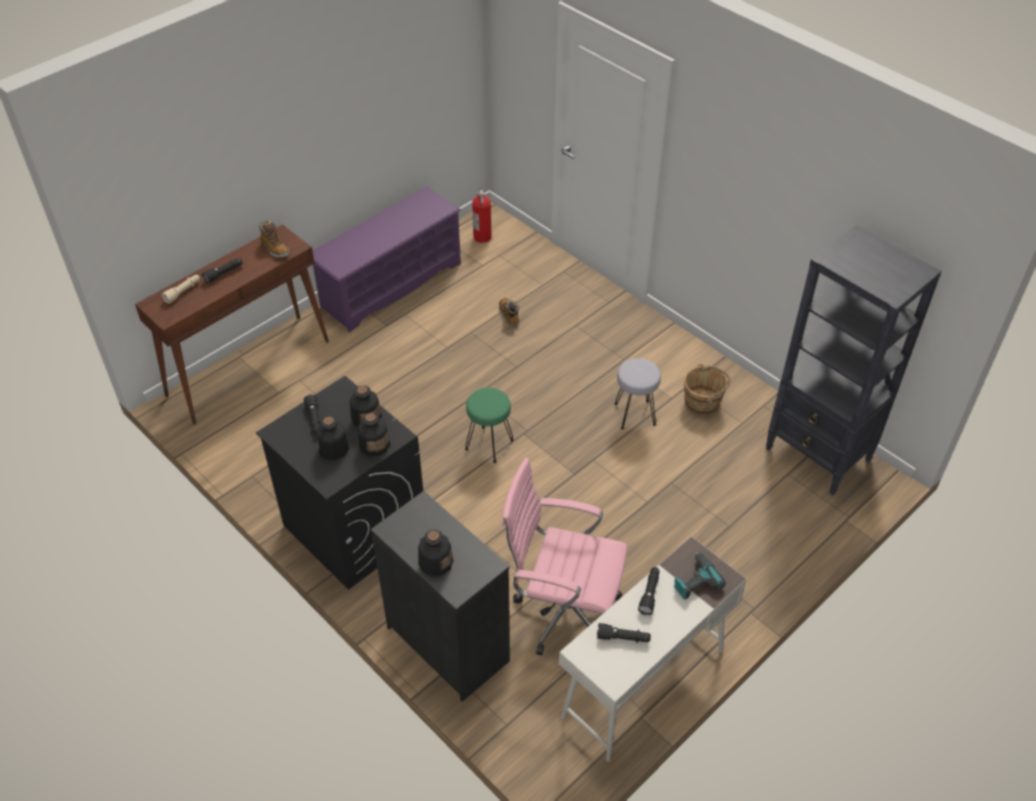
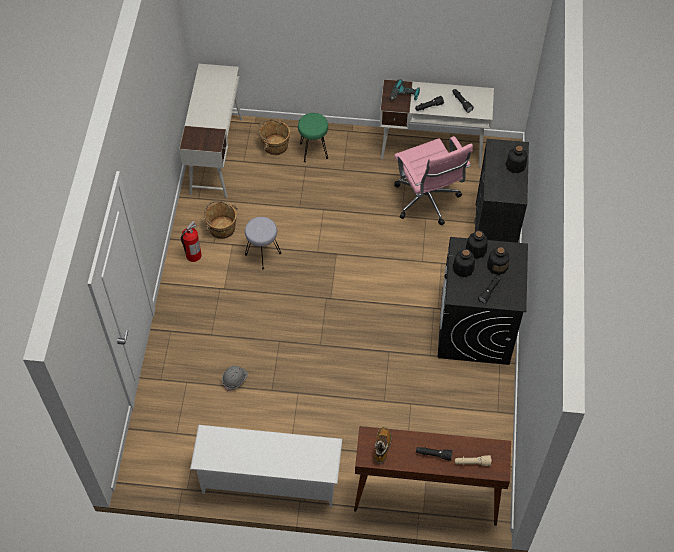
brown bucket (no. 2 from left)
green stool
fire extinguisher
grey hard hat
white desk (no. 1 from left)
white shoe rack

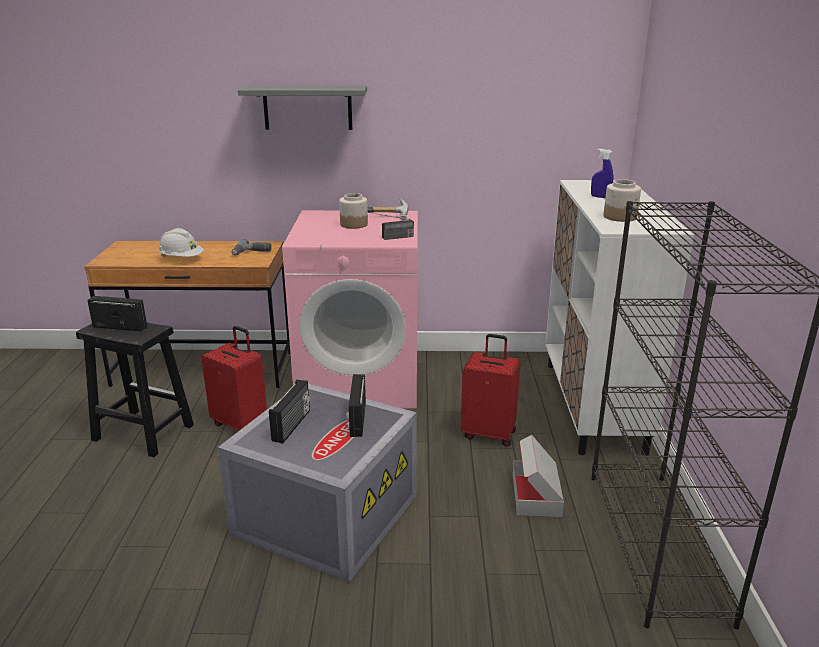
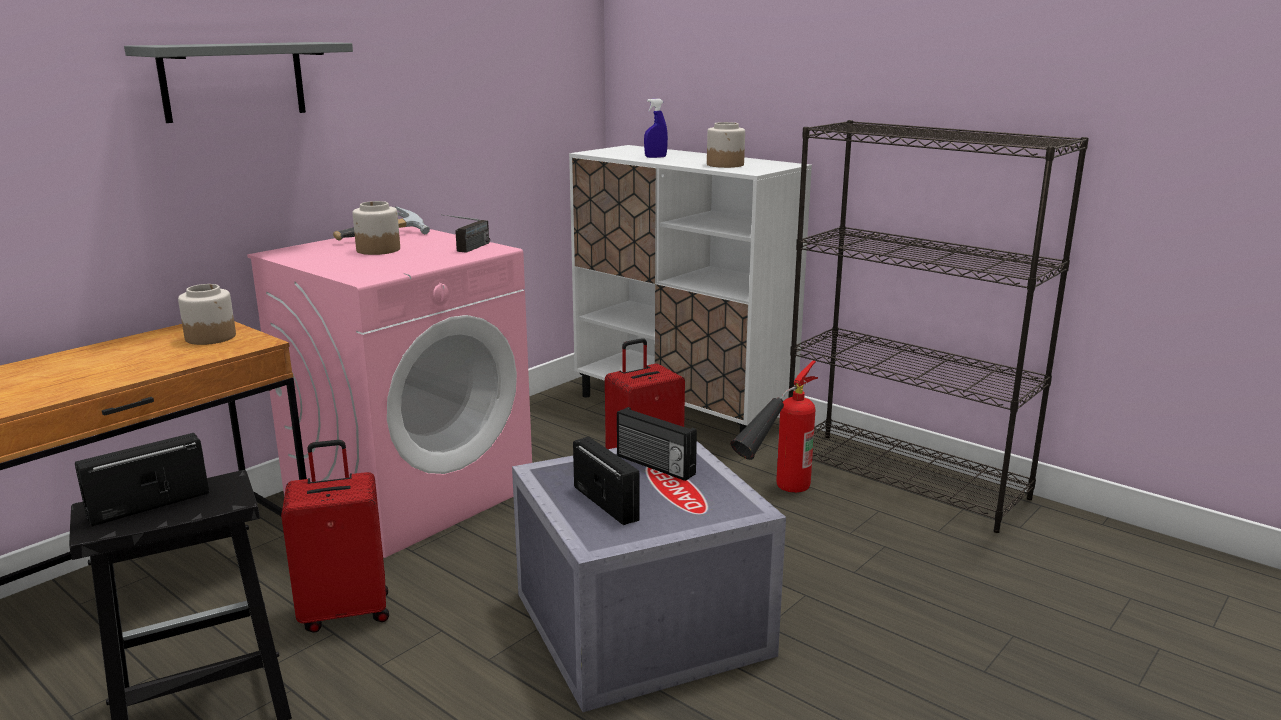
white hard hat
jar (no. 1 from left)
fire extinguisher

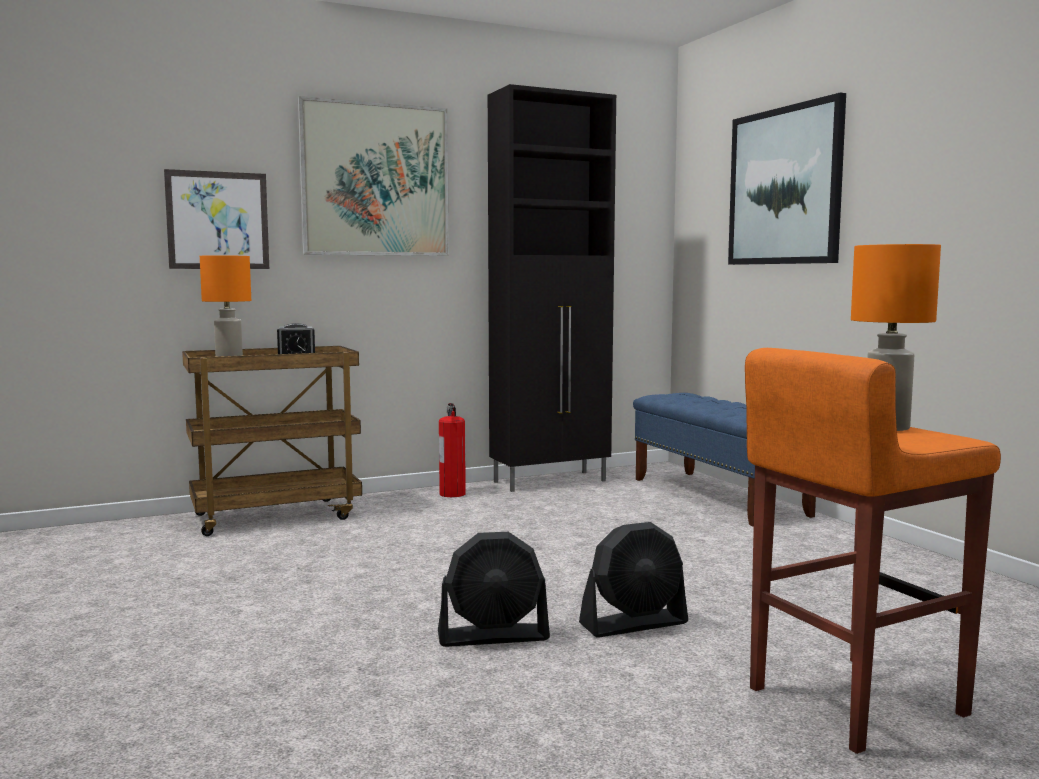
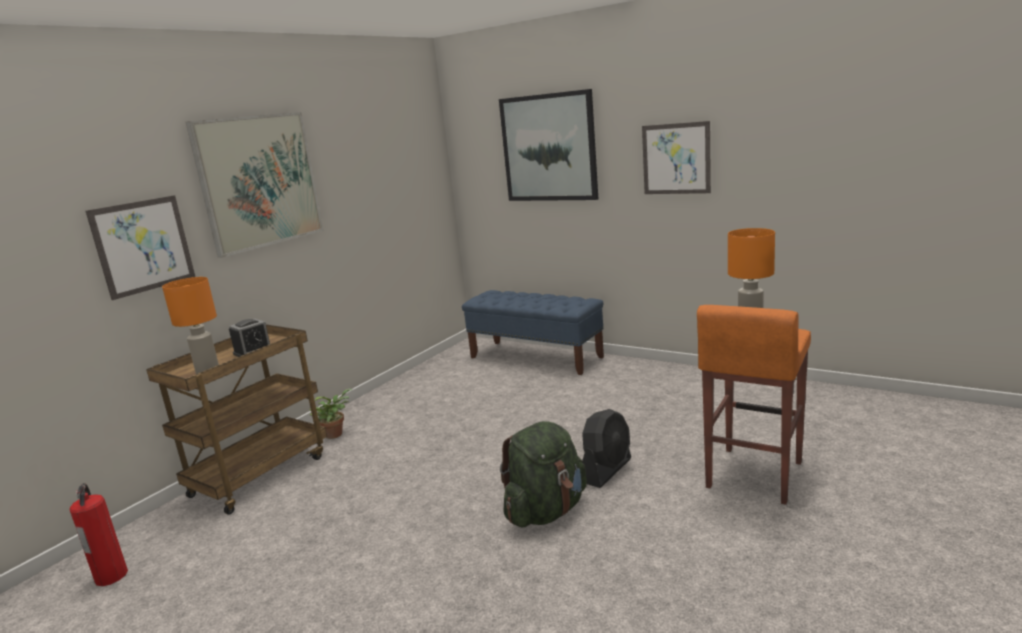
black cabinet
potted plant
picture (no. 4 from left)
fire extinguisher
green backpack

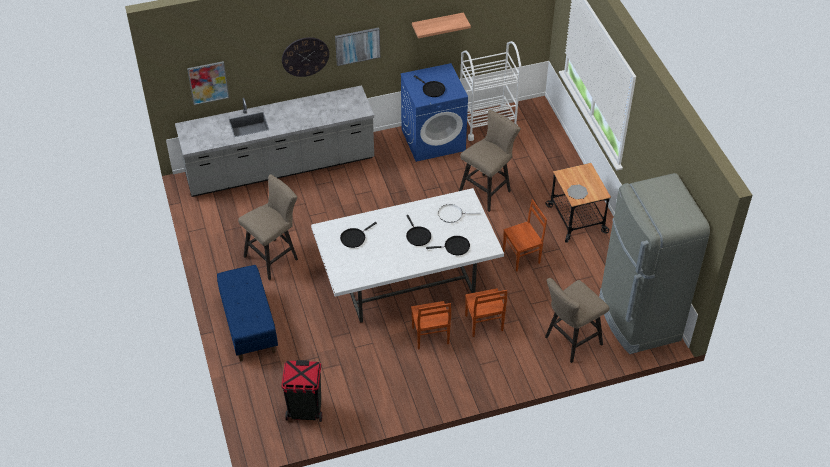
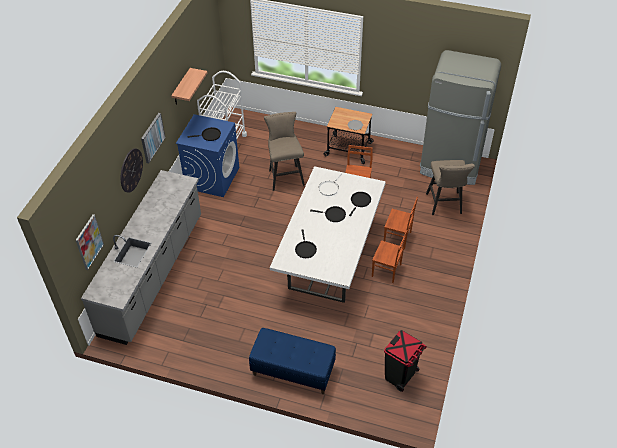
beige stool (no. 1 from left in the first image)

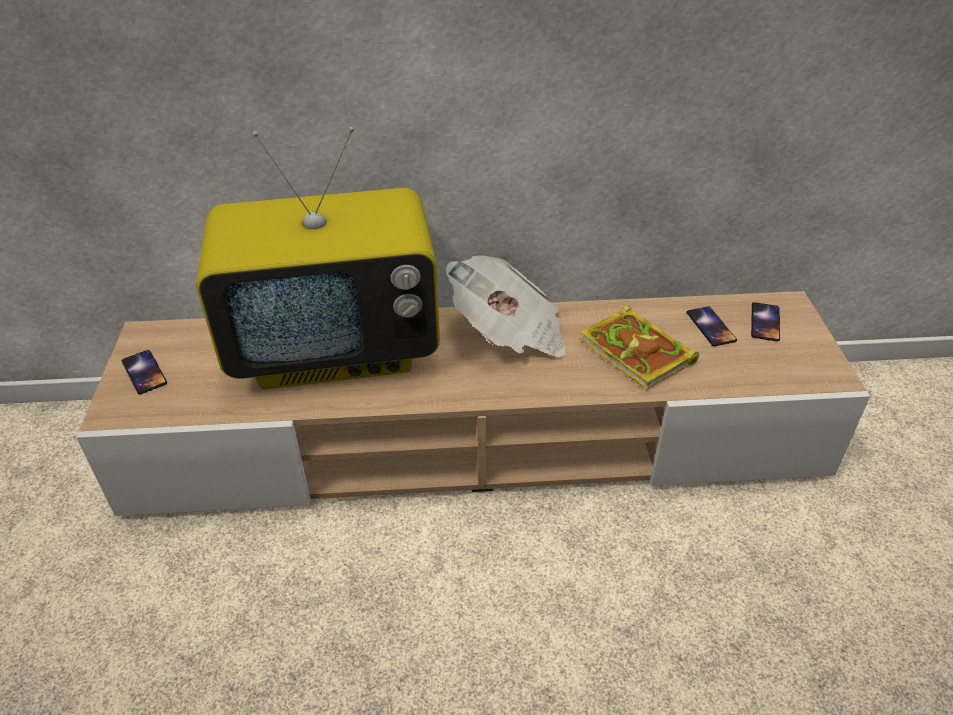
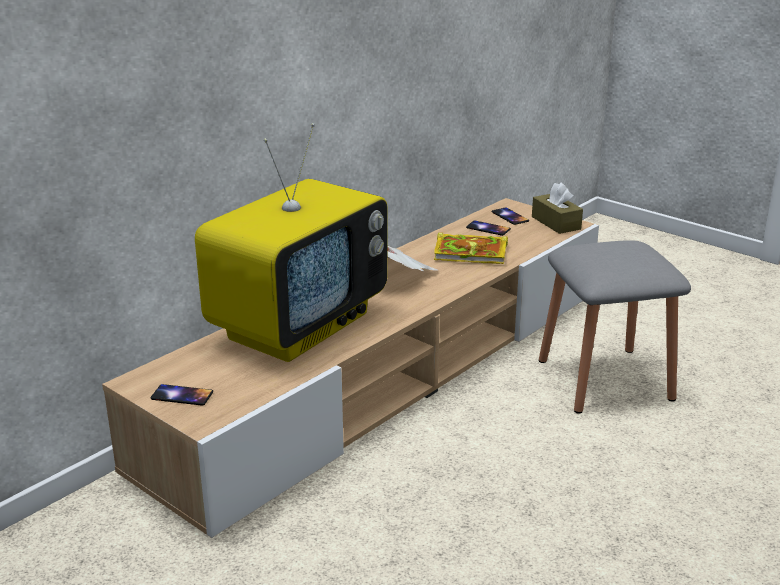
brown tissue box
grey stool

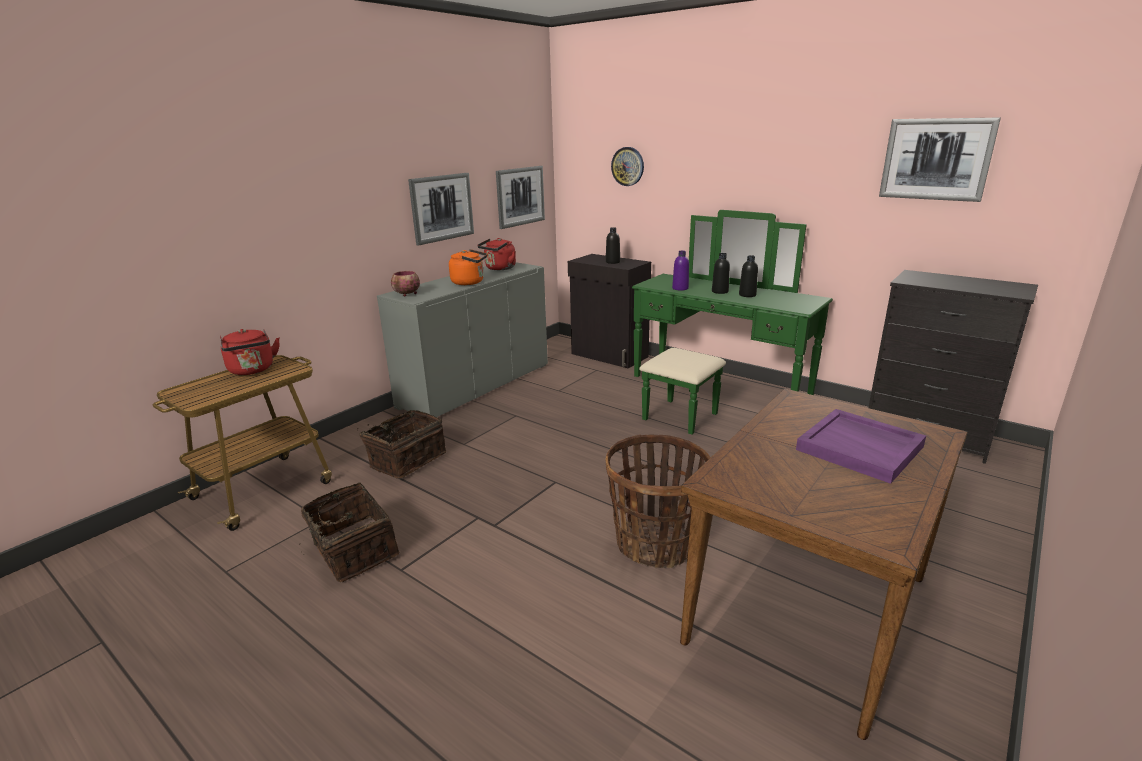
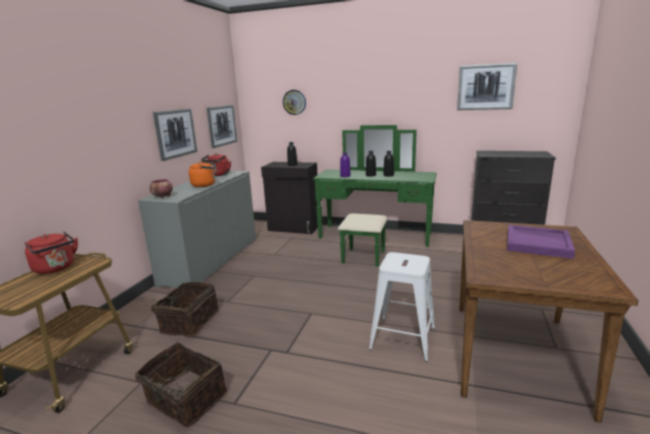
white stool

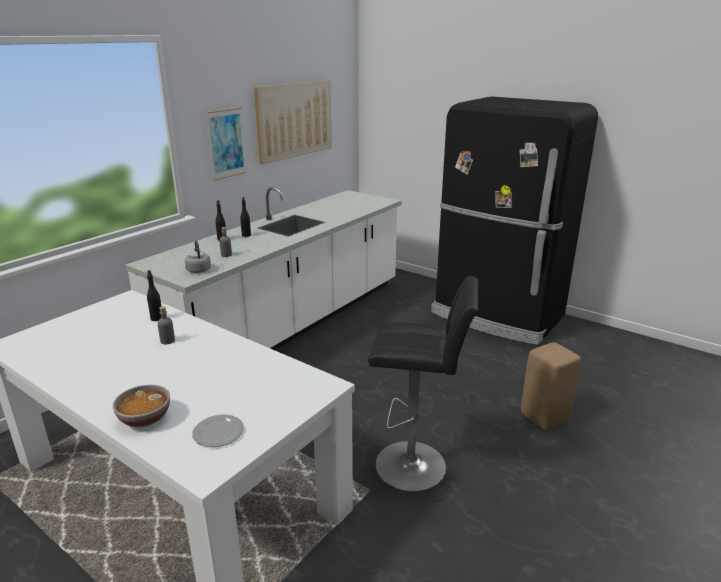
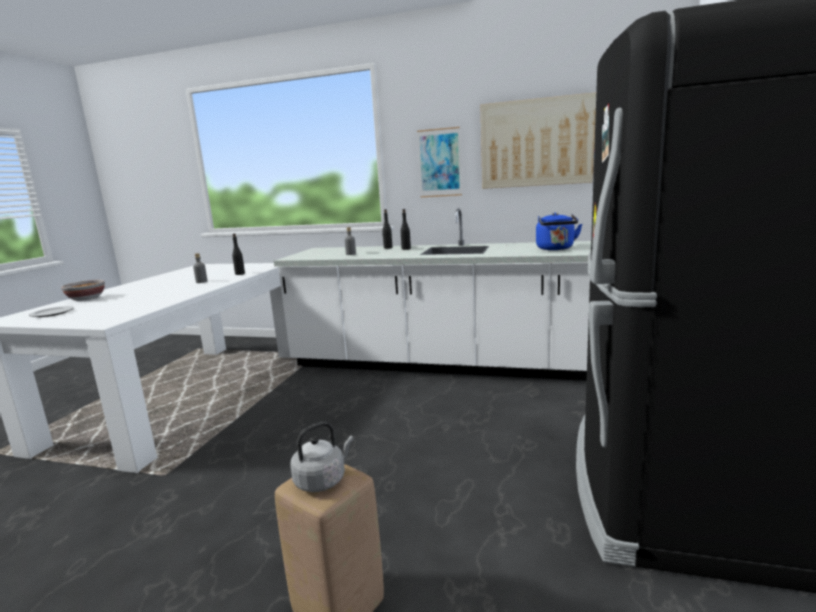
black stool
blue kettle
grey kettle

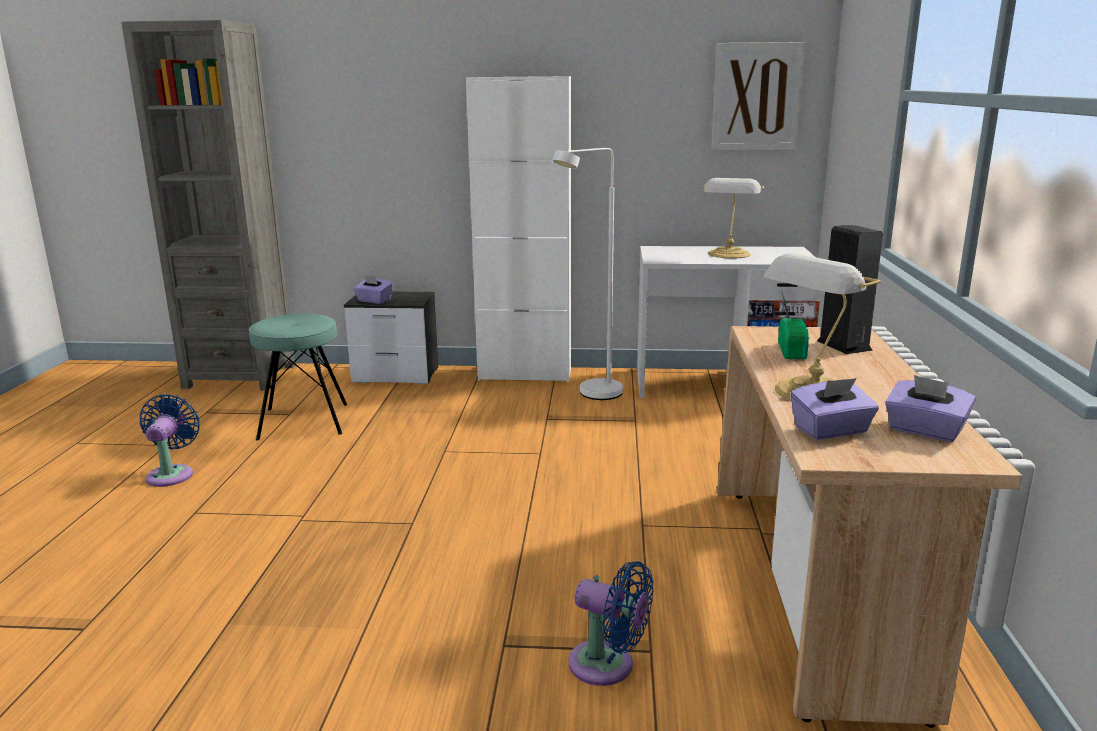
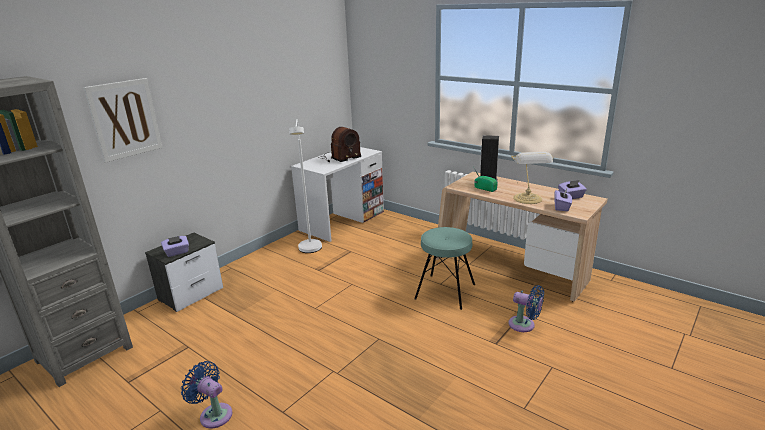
white cabinet
turquoise stool
picture
radio (no. 1 from left)
blue fan (no. 2 from left)

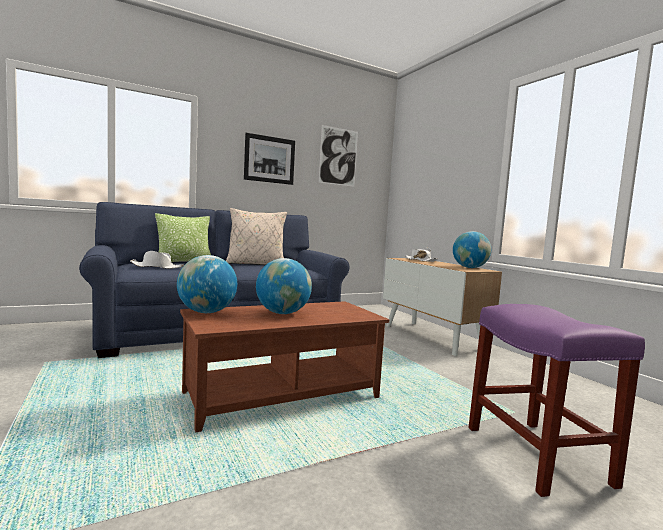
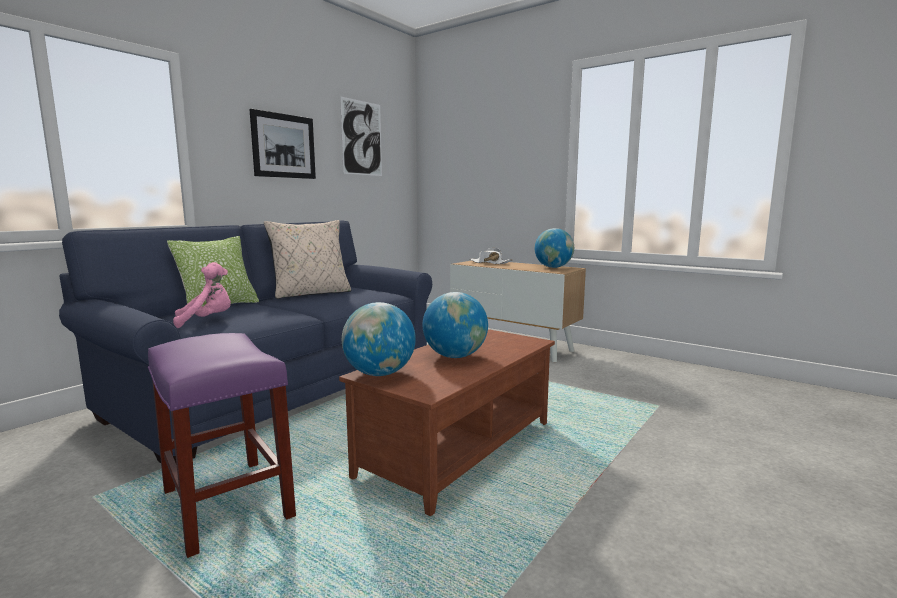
purple stool
pink plush toy

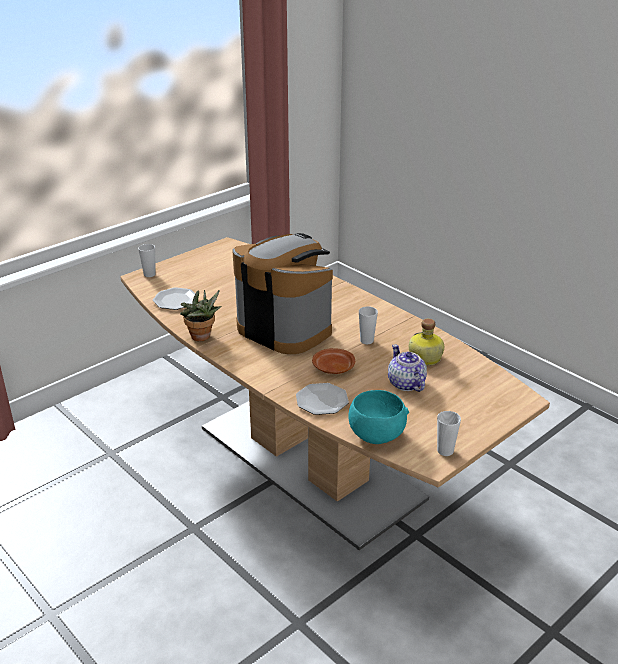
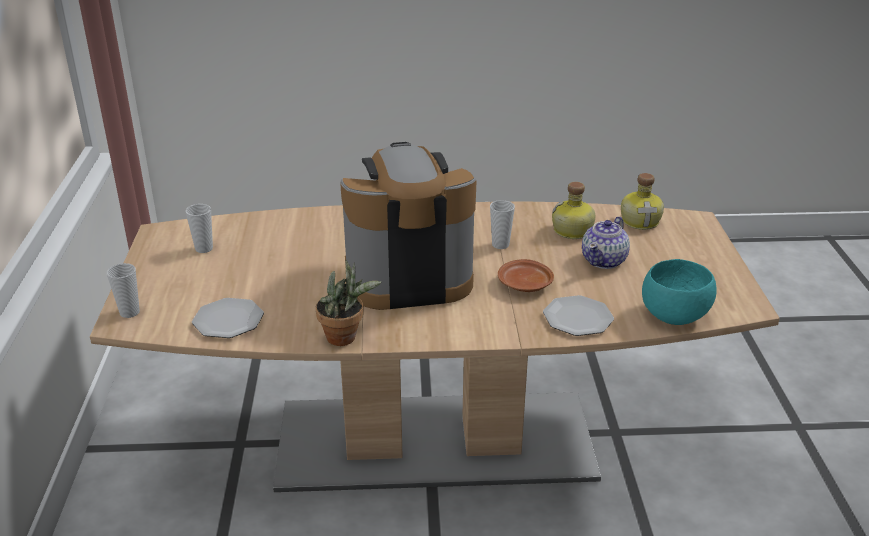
bottle (no. 2 from left)
cup (no. 2 from left)
teapot

